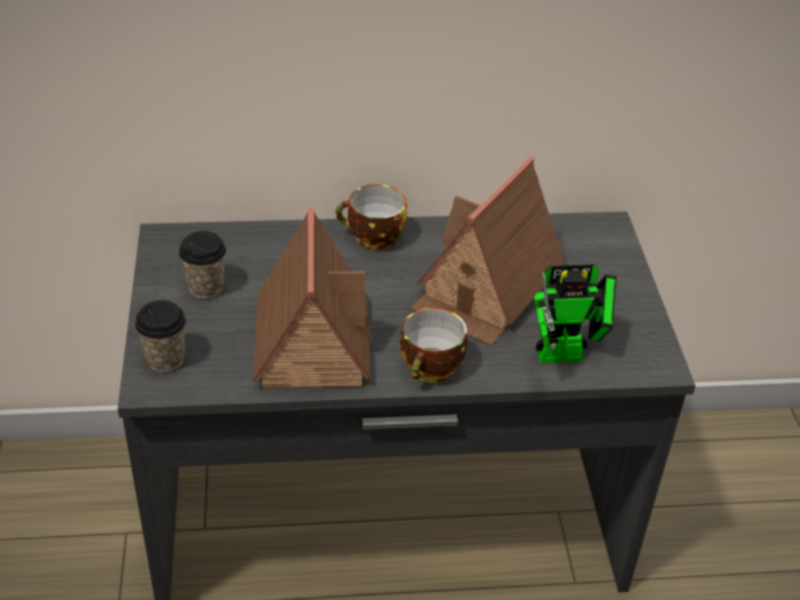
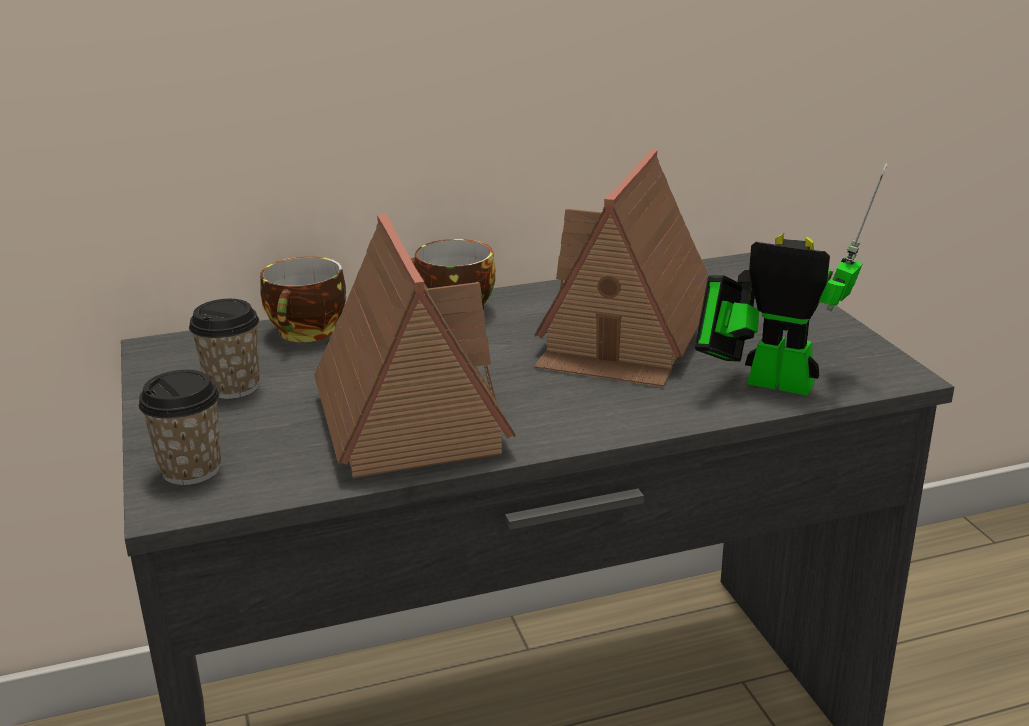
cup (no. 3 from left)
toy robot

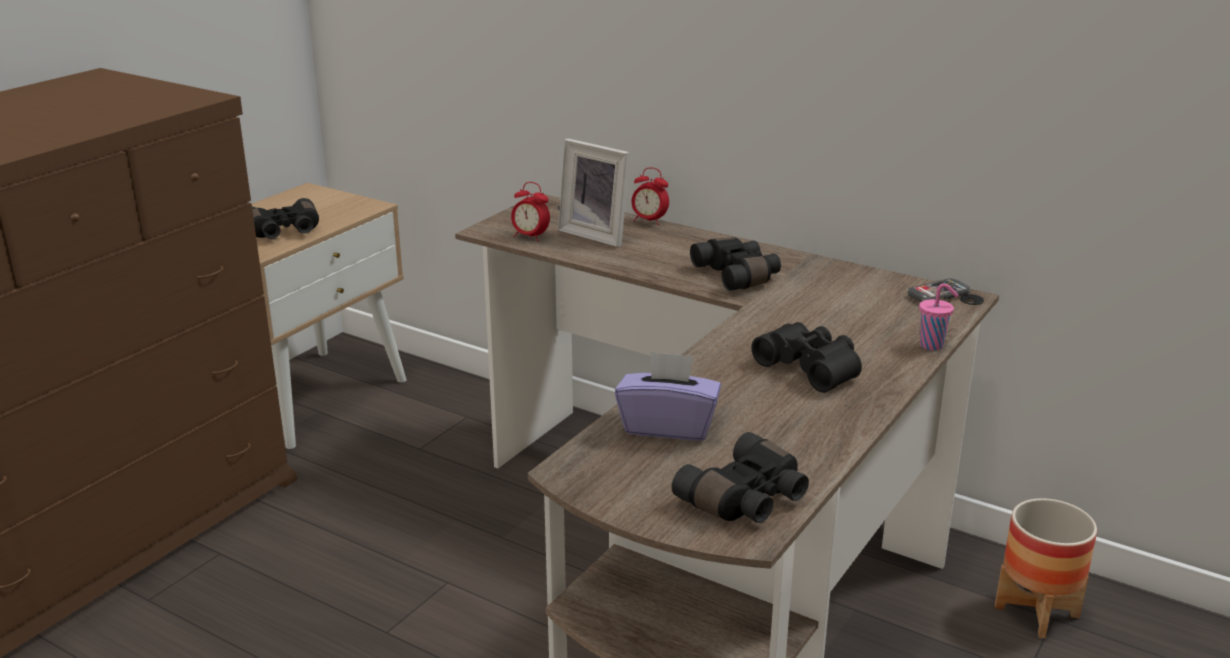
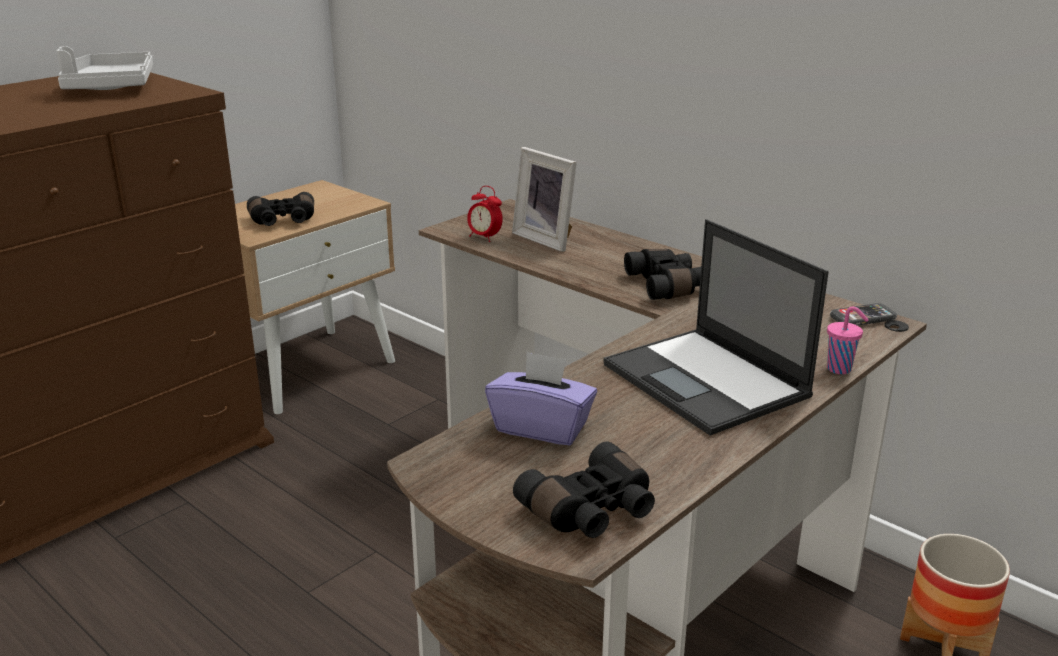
alarm clock (no. 2 from left in the first image)
grey tray
laptop

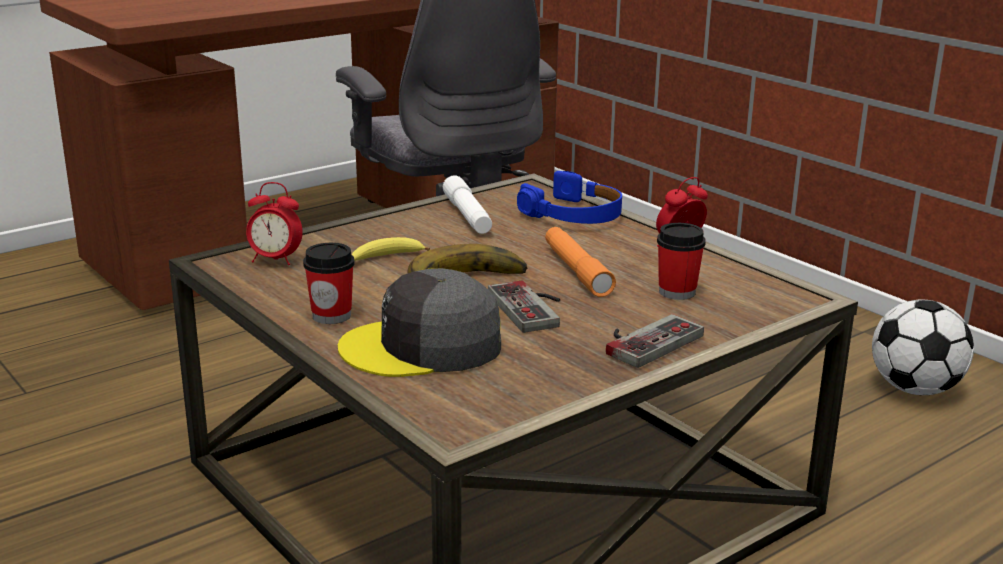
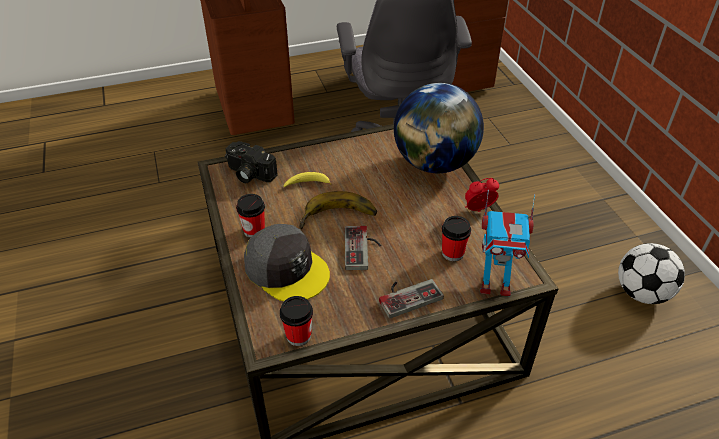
white flashlight
orange flashlight
cup (no. 2 from left)
toy robot
photo camera
globe
grey cap

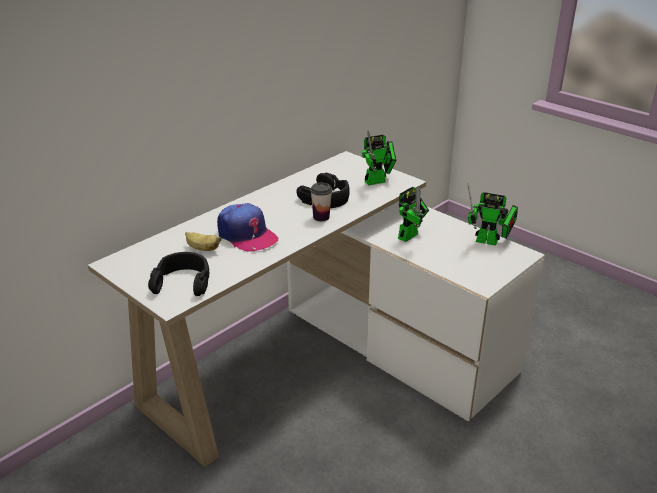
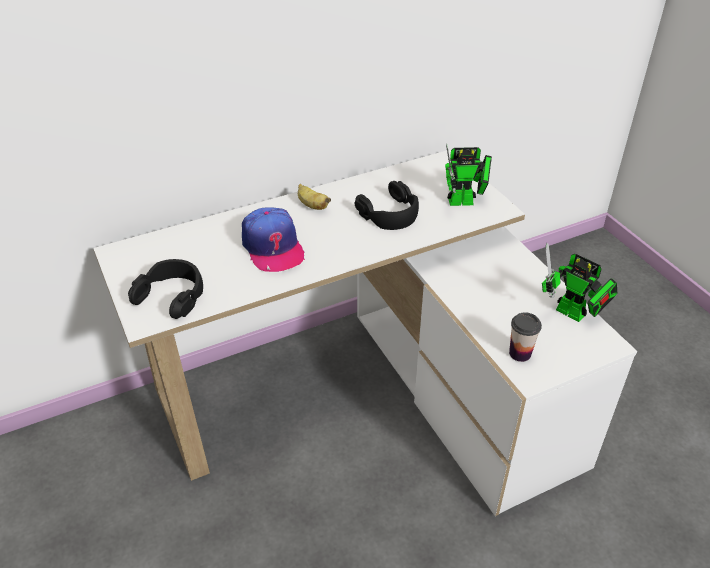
toy robot (no. 2 from left in the first image)
banana
cup

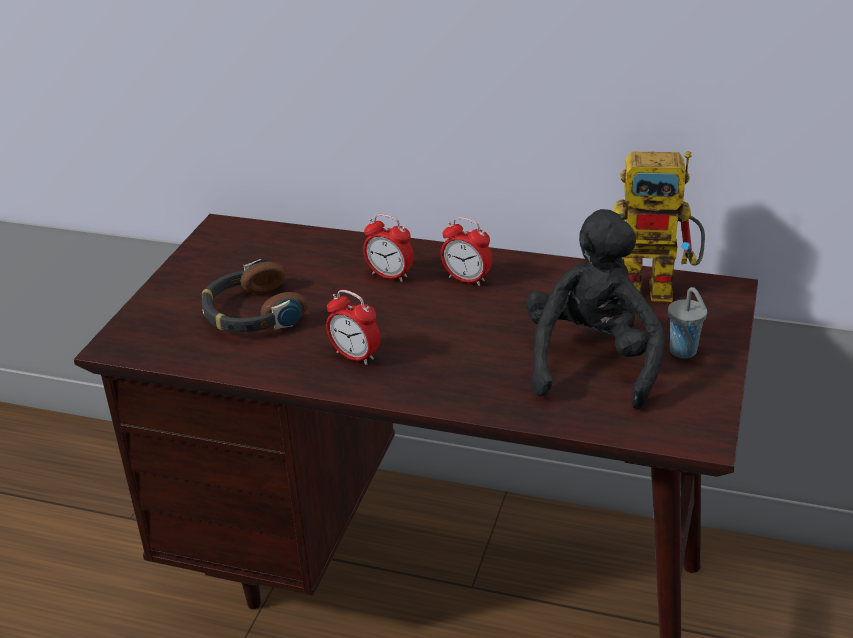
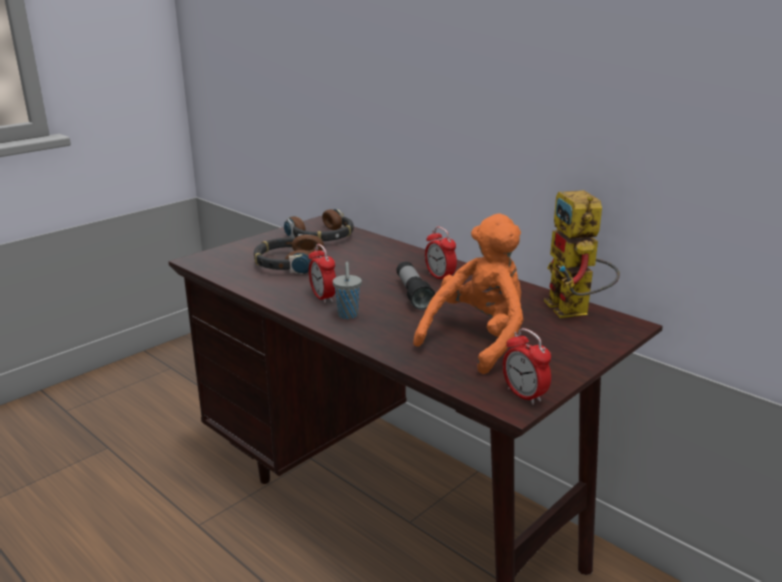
headphones (no. 2 from left)
flashlight
alarm clock (no. 3 from left)
grey cup
orange plush toy
toy robot

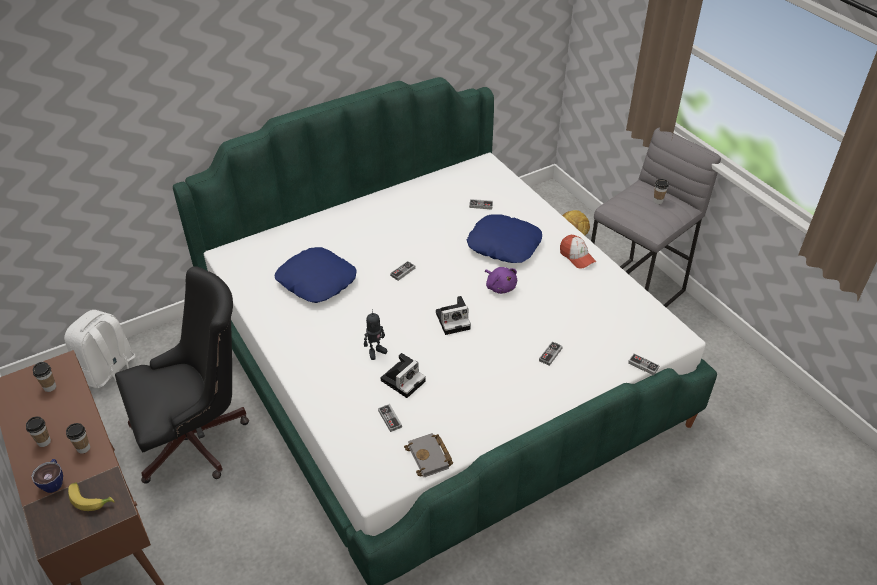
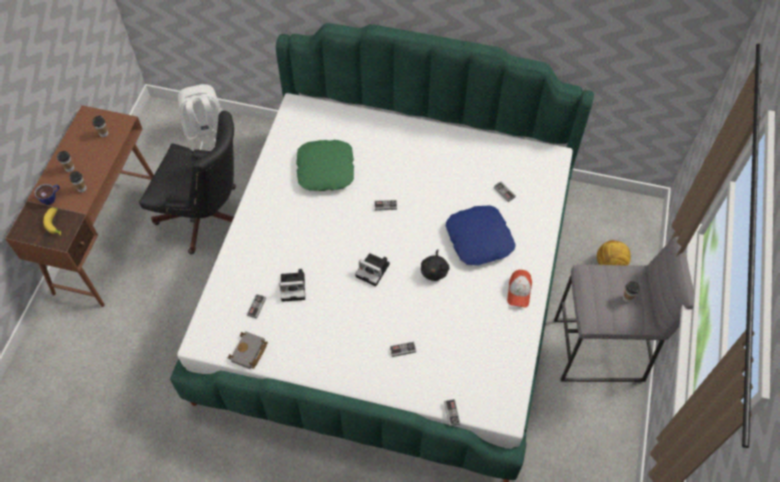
toy robot
green pillow
black plush toy

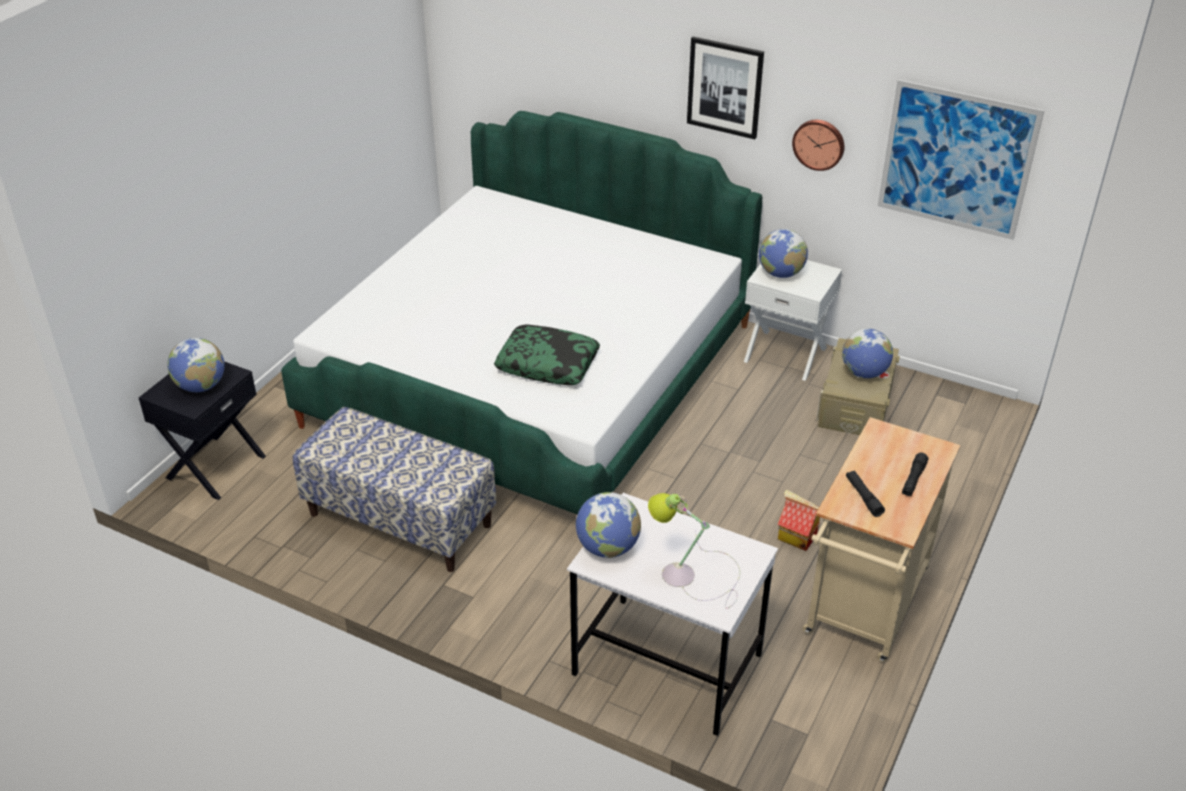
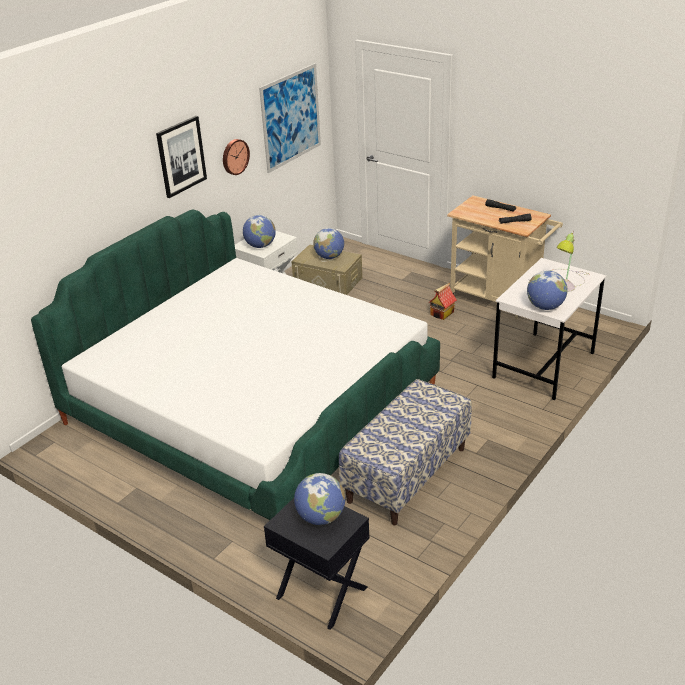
pillow

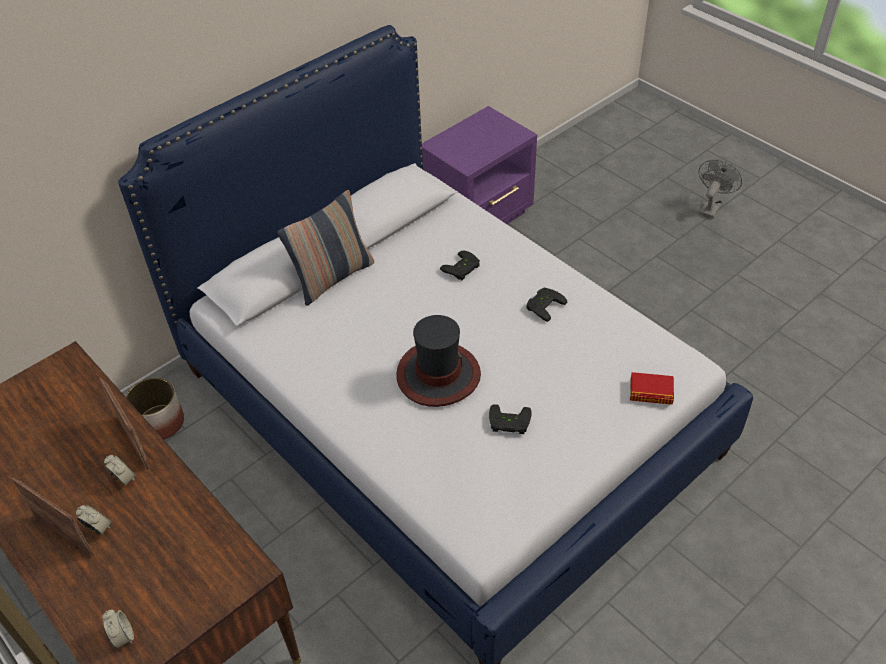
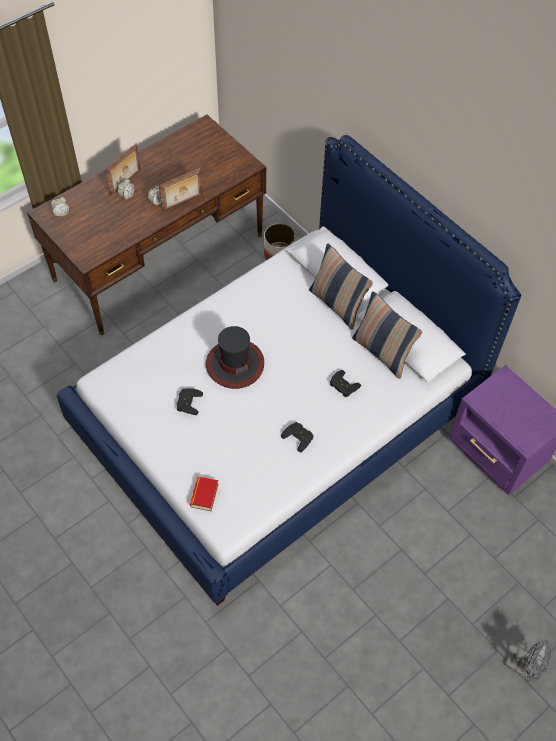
pillow (no. 2 from left)

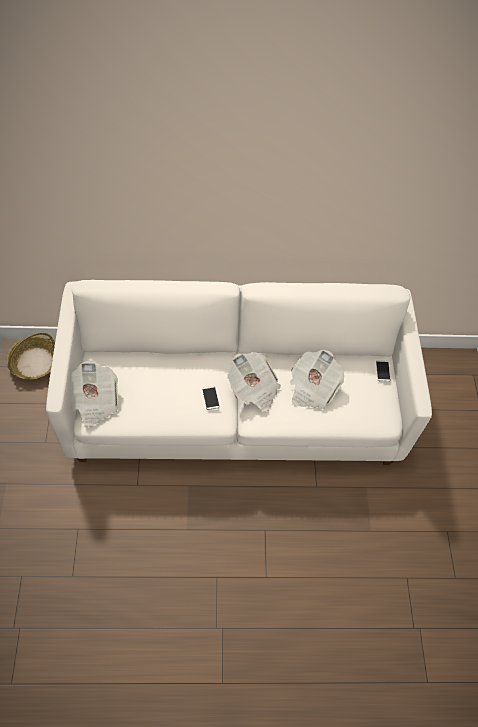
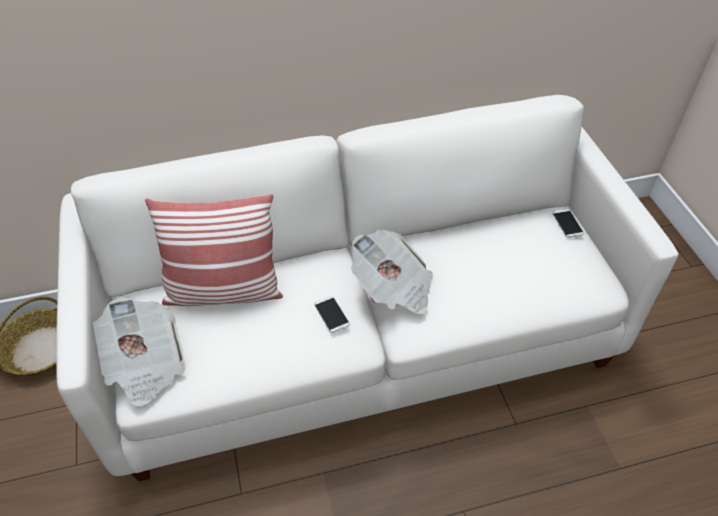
newspaper (no. 3 from left in the first image)
pillow

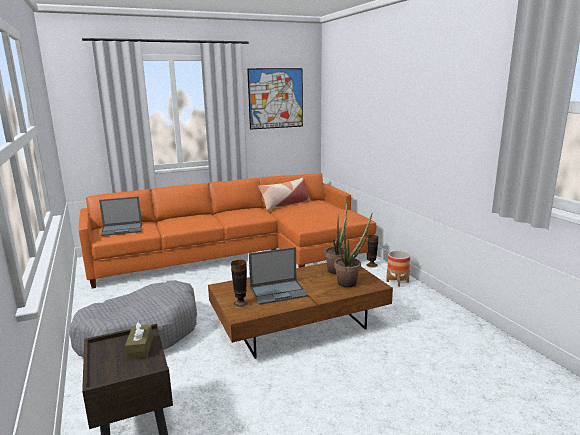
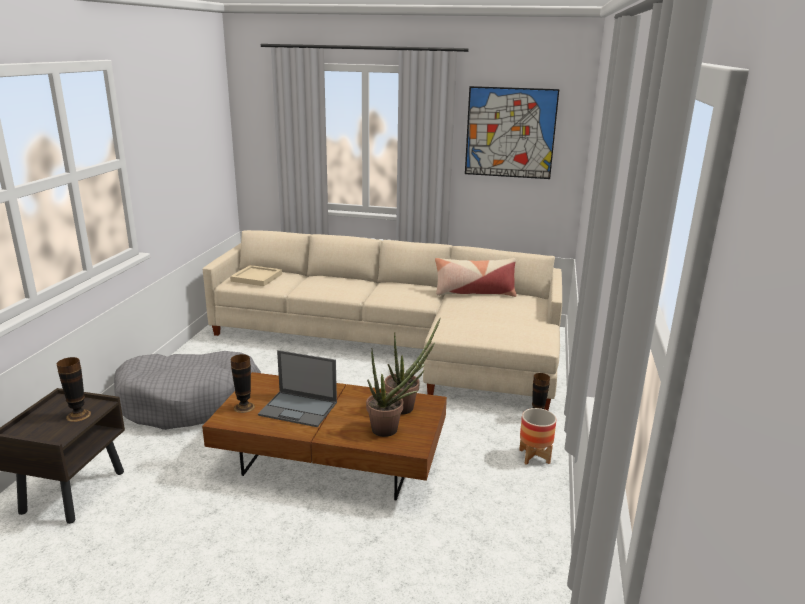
beige tray
vase (no. 1 from left)
beige sofa

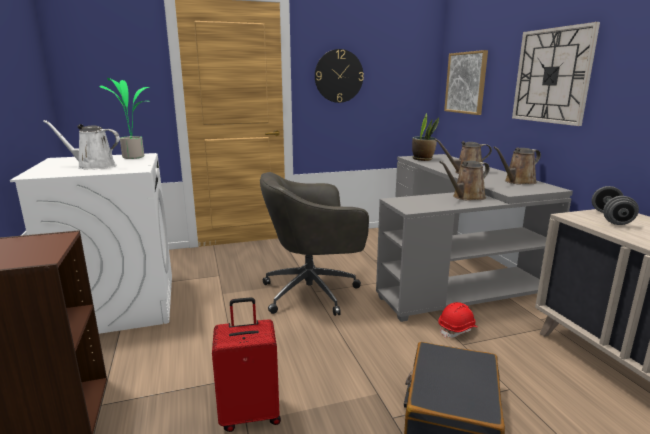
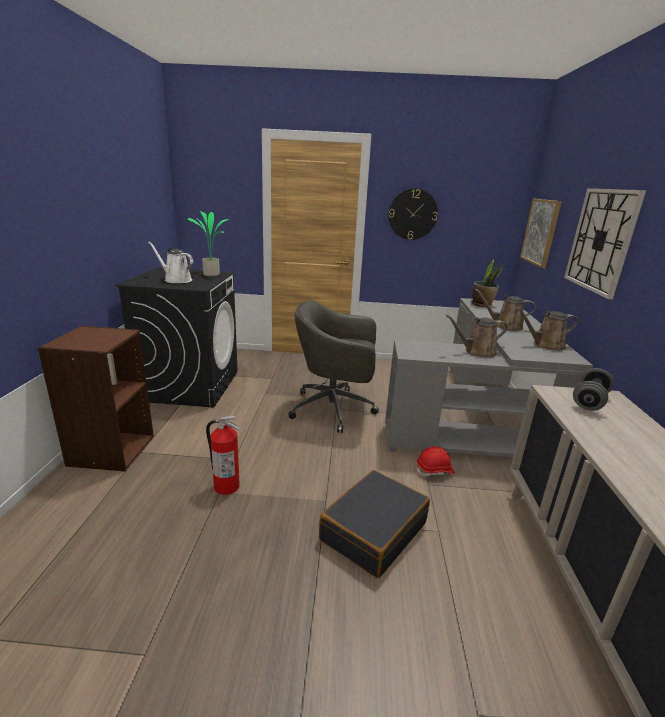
fire extinguisher
black washing machine

